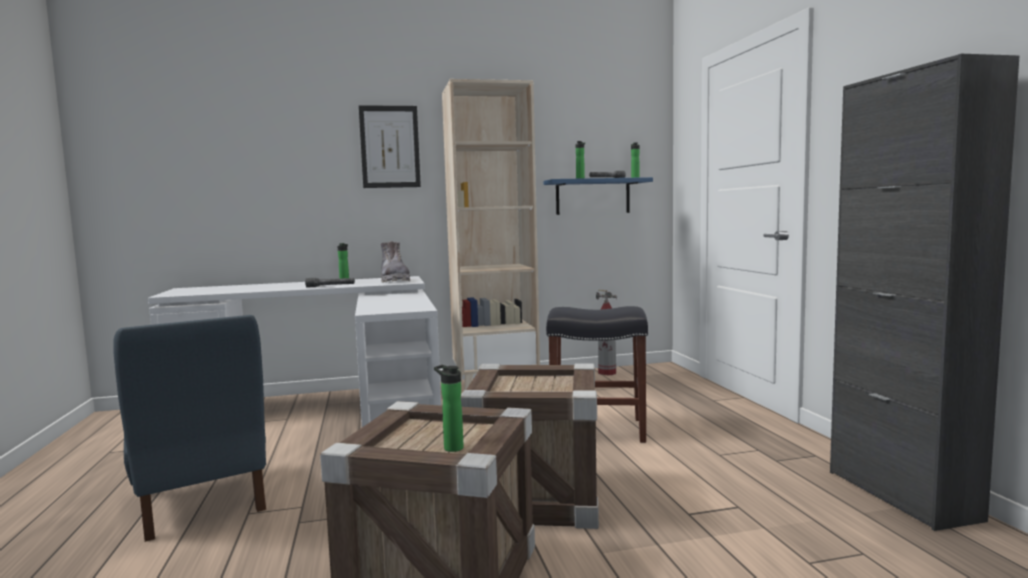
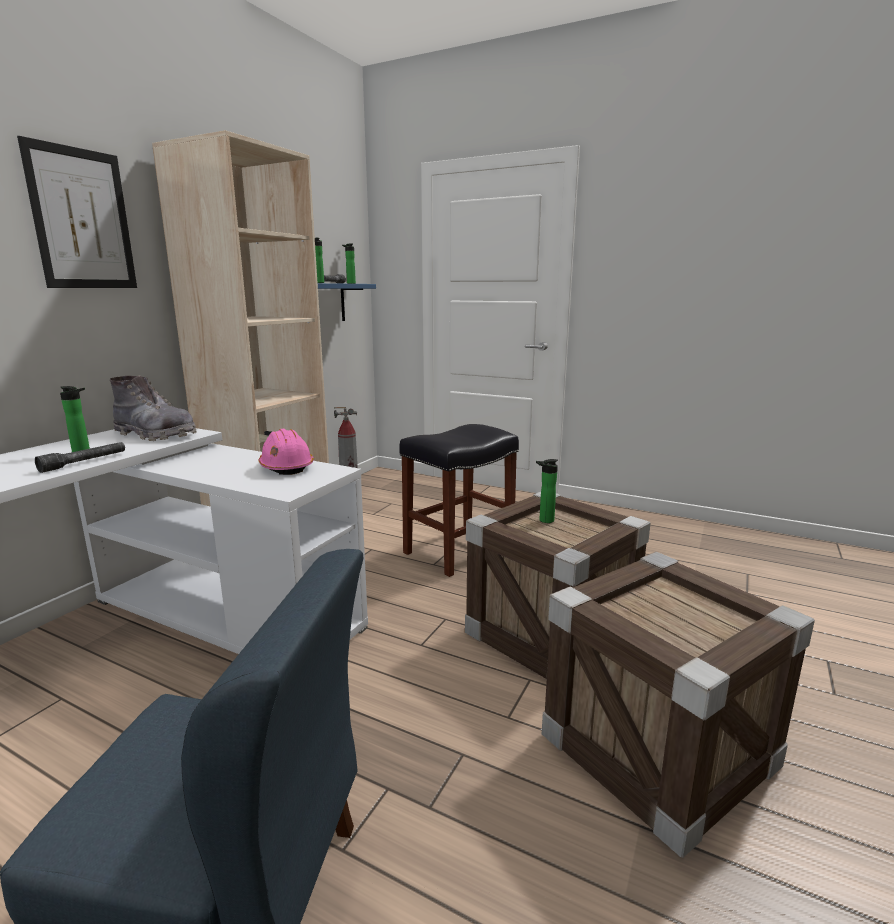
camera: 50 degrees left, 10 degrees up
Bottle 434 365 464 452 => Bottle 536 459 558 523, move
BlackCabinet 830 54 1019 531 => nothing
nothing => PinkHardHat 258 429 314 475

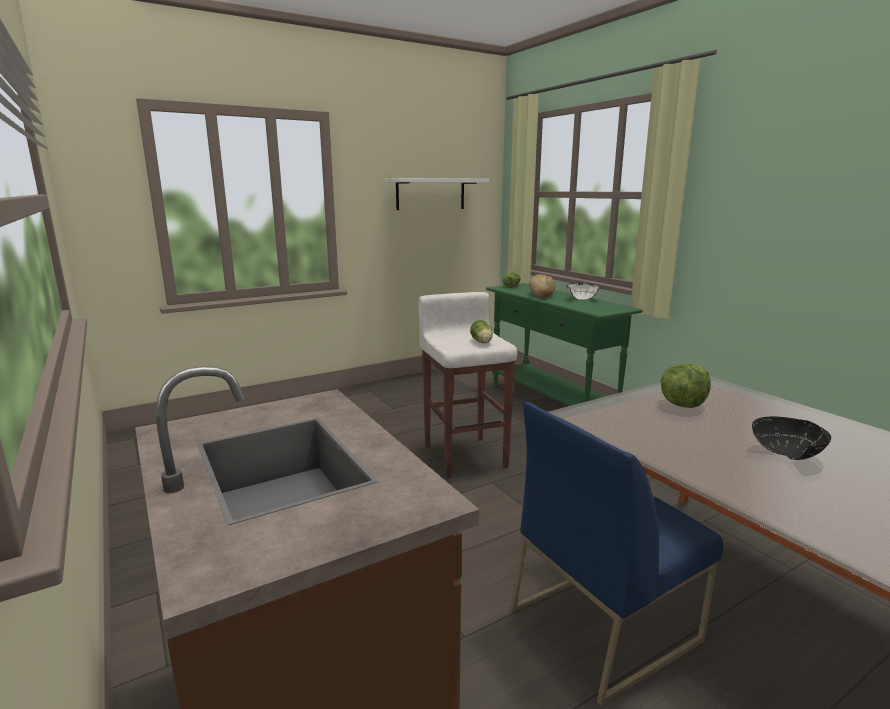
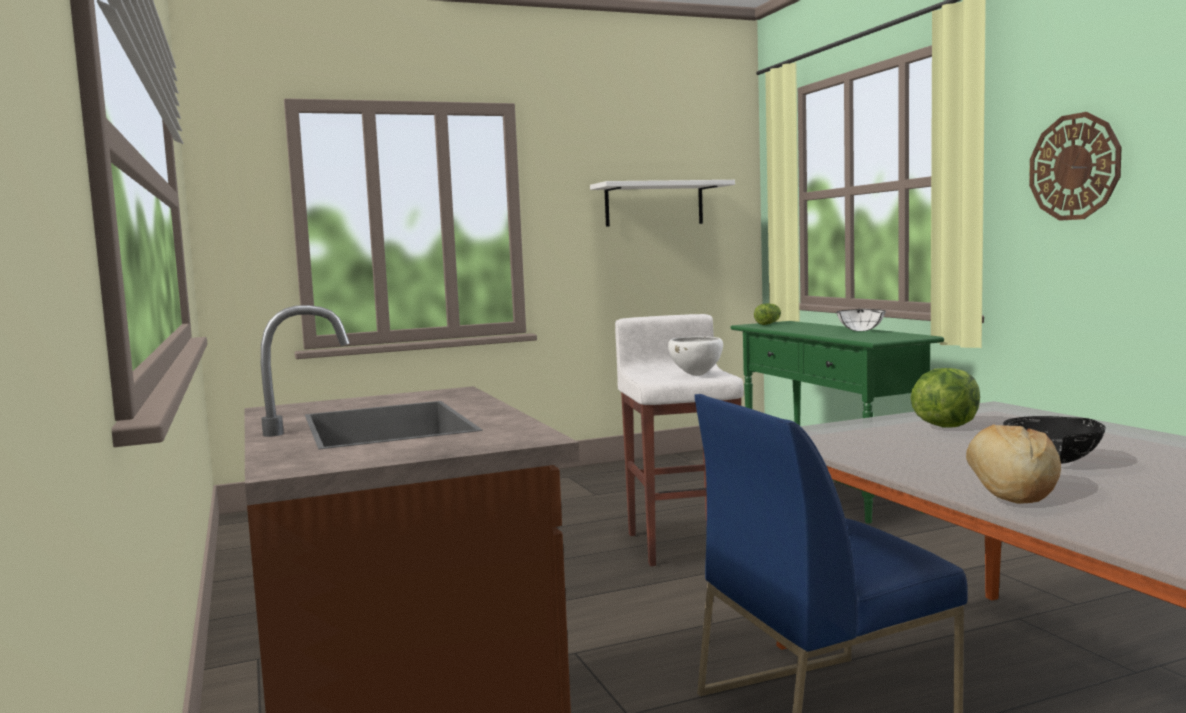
camera: 10 degrees right, 10 degrees down
Lettuce 470 320 493 343 => WhiteBowl 668 336 723 376
Bread 529 274 555 298 => Bread 966 424 1061 504, move
nothing => WallClock 1029 112 1121 221

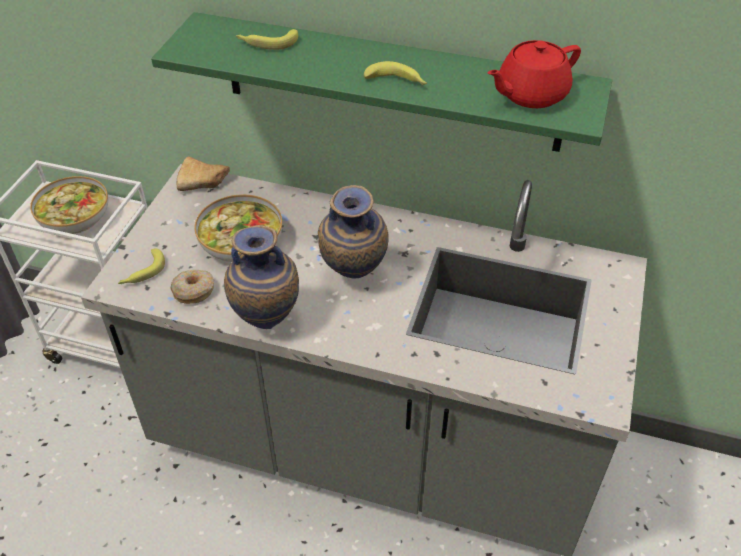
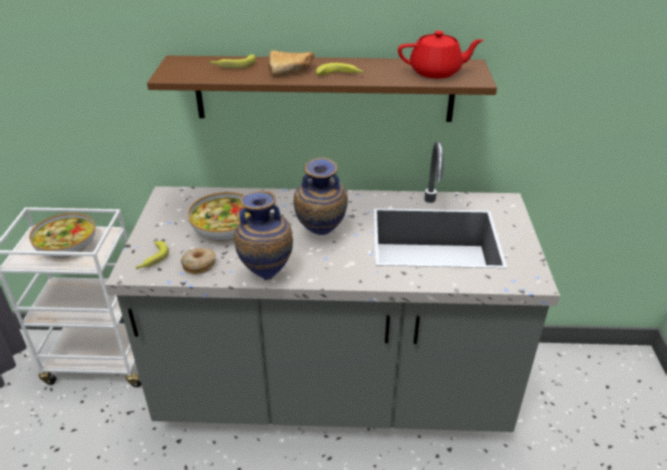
camera: 15 degrees left, 10 degrees down
GreenShelf 151 12 612 152 => BrownShelf 147 56 497 122
Bread 177 157 230 191 => Bread 268 50 315 77, move
RedTeapot 487 40 581 108 => RedTeapot 398 31 483 79, 135 degrees counterclockwise

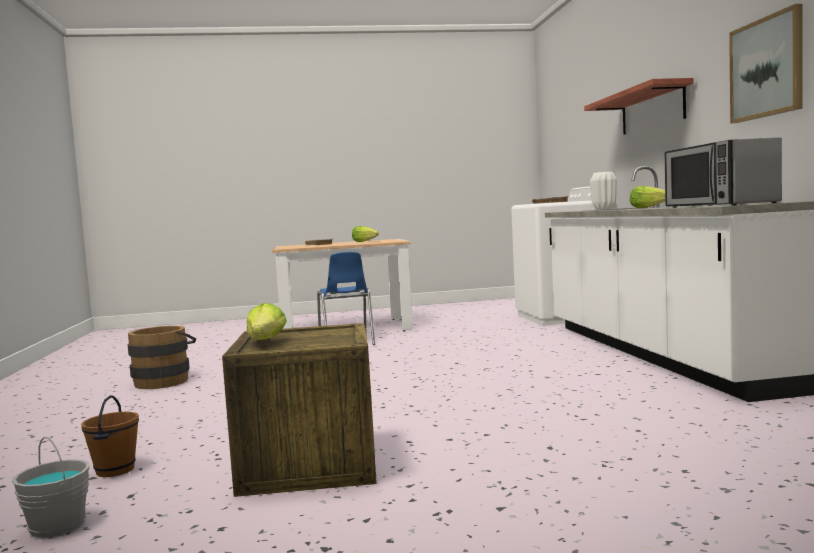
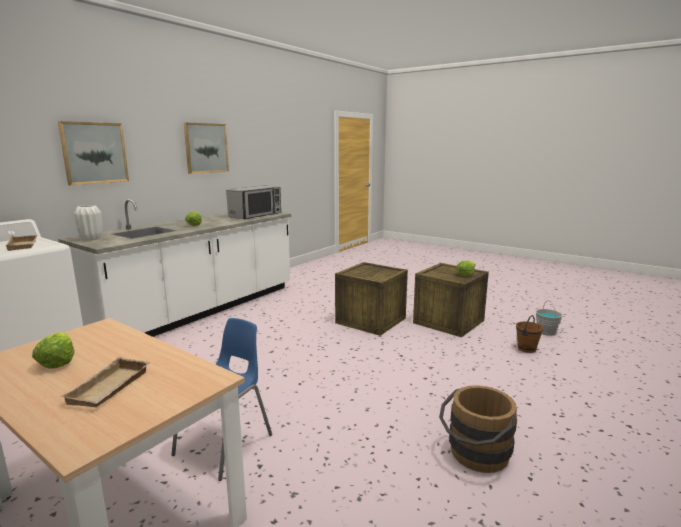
camera: 135 degrees left, 10 degrees up
Shelf 584 78 694 135 => Picture 58 121 129 185
nothing => Crate 335 262 408 336

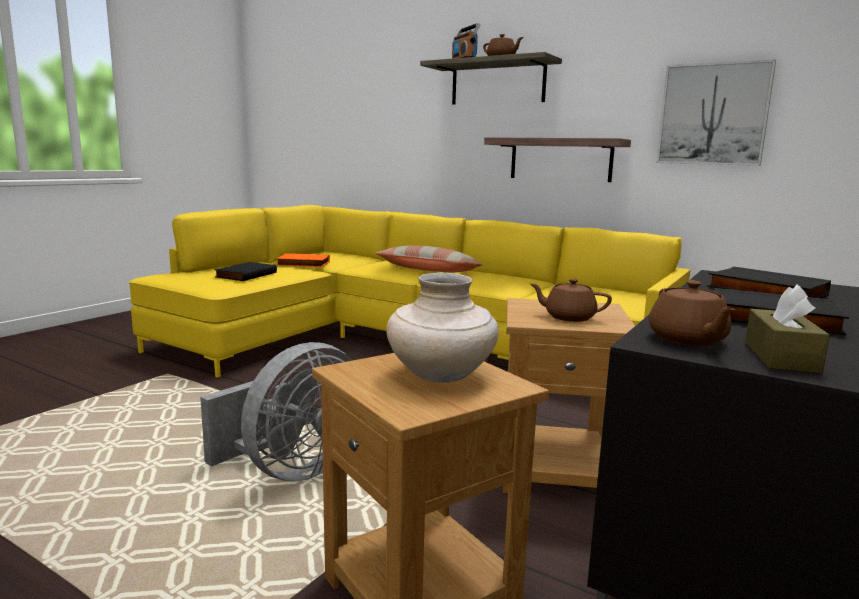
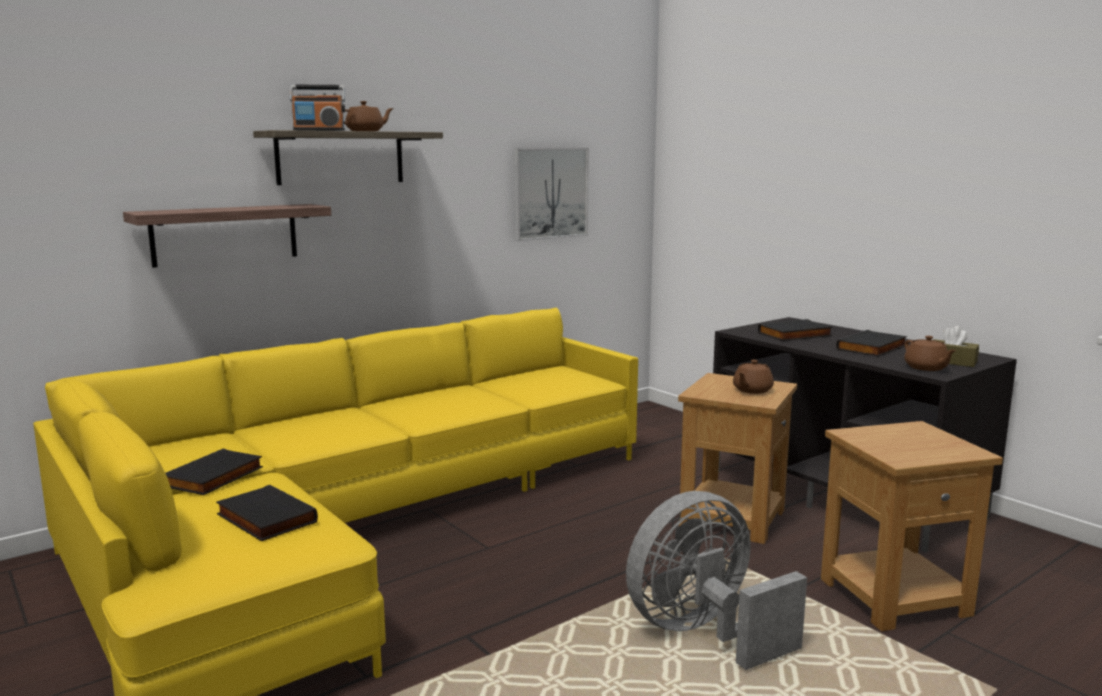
camera: 70 degrees left, 0 degrees up
GreyFan 200 342 353 481 => GreyFan 626 491 807 670, 90 degrees counterclockwise
OrangeBook 276 253 330 267 => BlackBook 166 449 263 495
Pillow 375 245 482 272 => nothing
BeigeVase 386 273 499 383 => nothing
Shelf 484 137 631 182 => Shelf 123 204 331 268, move
BrownTeapot 649 280 735 346 => BrownTeapot 904 336 956 371, 60 degrees clockwise

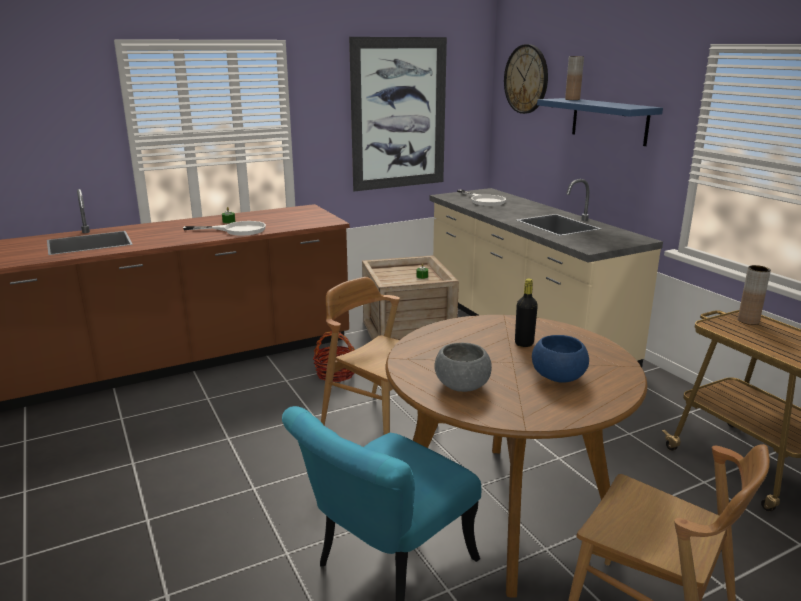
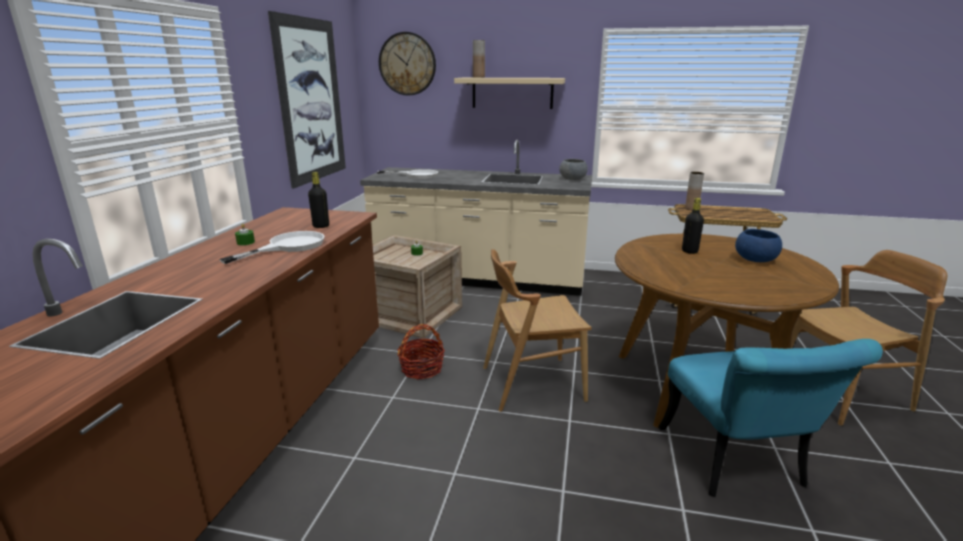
camera: 50 degrees left, 0 degrees up
GreyBowl 434 343 492 392 => GreyBowl 559 159 588 180, move
BlueShelf 537 98 663 146 => BeigeShelf 454 78 565 109
nothing => BlackBottle 308 172 329 228

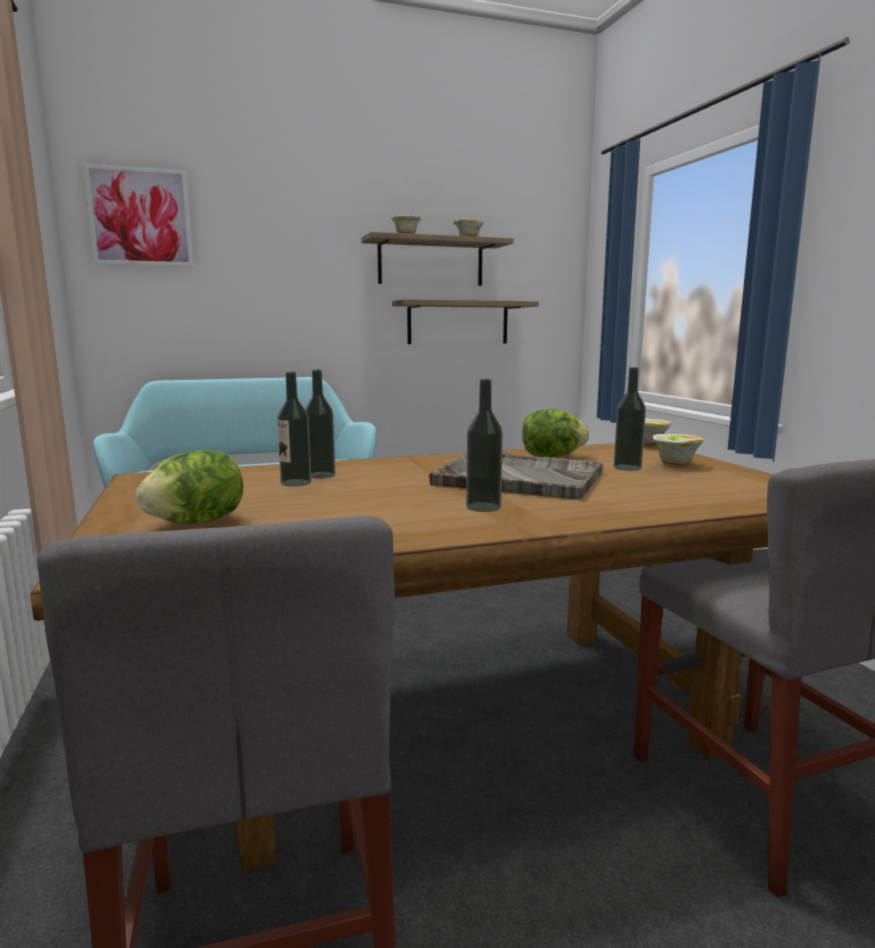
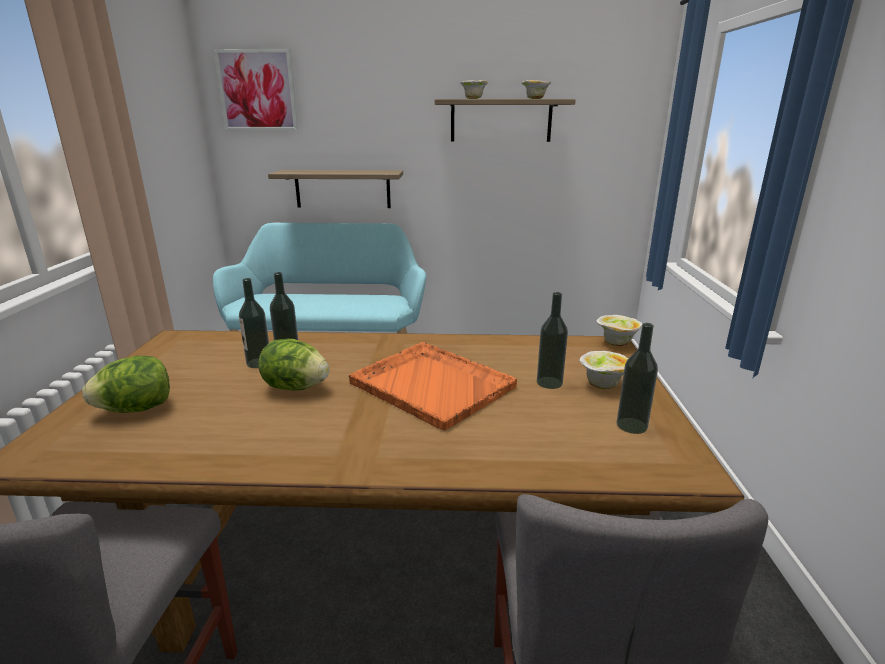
camera: 20 degrees right, 10 degrees up
Shelf 392 299 539 344 => Shelf 268 170 403 208, move
GreyTray 429 452 603 499 => OrangeTray 349 342 517 430
Bottle 466 379 503 512 => Bottle 617 323 658 434, move
Lettuce 522 409 589 457 => Lettuce 258 339 329 391, move

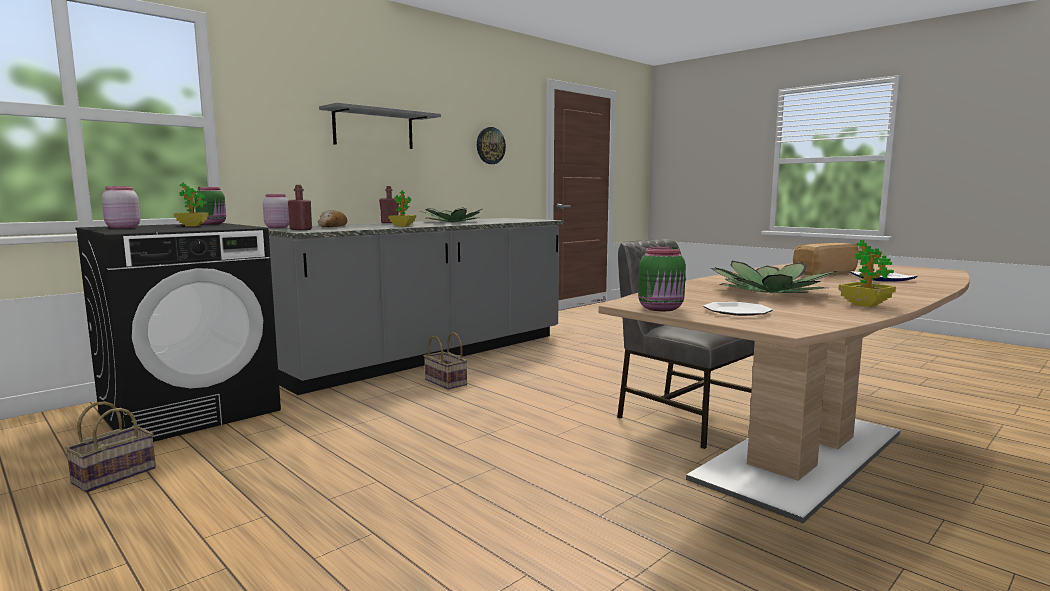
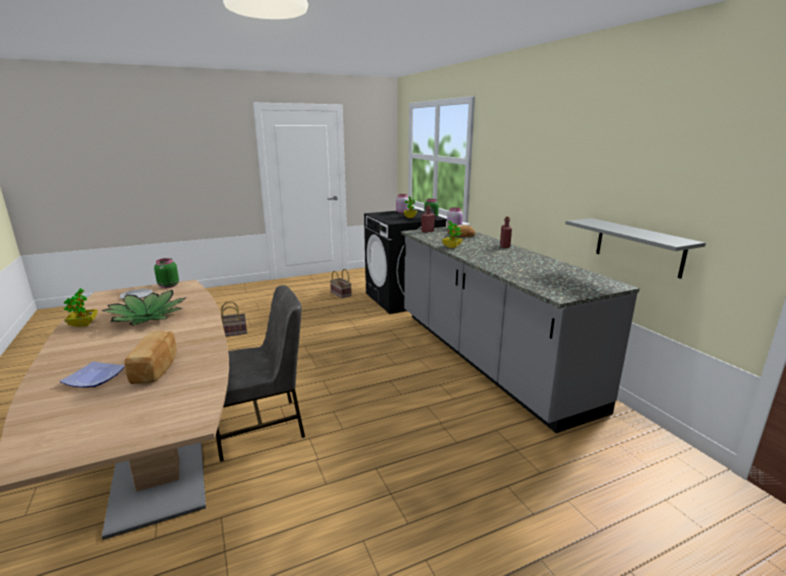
camera: 110 degrees right, 10 degrees up
GreyShelf 319 102 441 149 => GreyShelf 565 218 706 279, move
PottedPlant 419 207 482 222 => nothing
Basket 424 333 467 390 => Basket 221 301 247 337, move
WallClock 477 127 506 164 => nothing

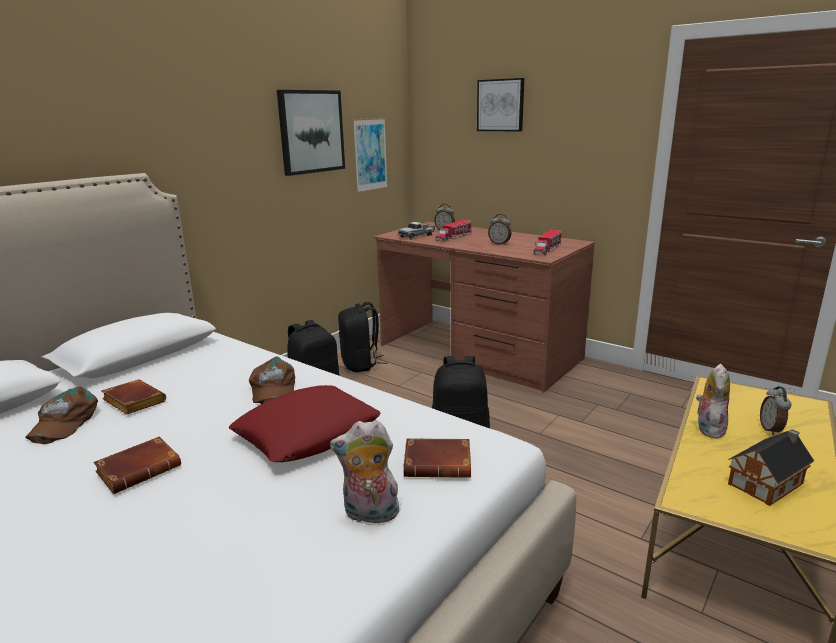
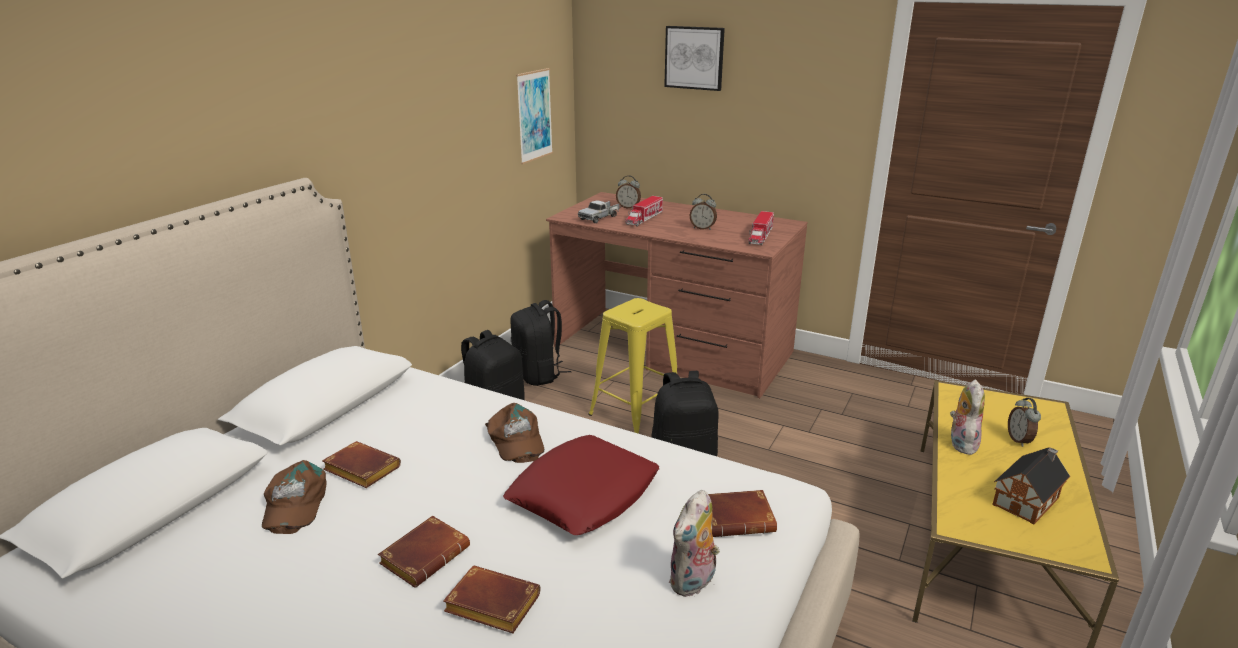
camera: 10 degrees left, 5 degrees up
Picture 277 90 345 176 => nothing
PlushToy 330 420 401 523 => PlushToy 669 490 720 597, 45 degrees counterclockwise
nothing => BrownBook 443 566 540 633
nothing => YellowStool 588 298 677 434

